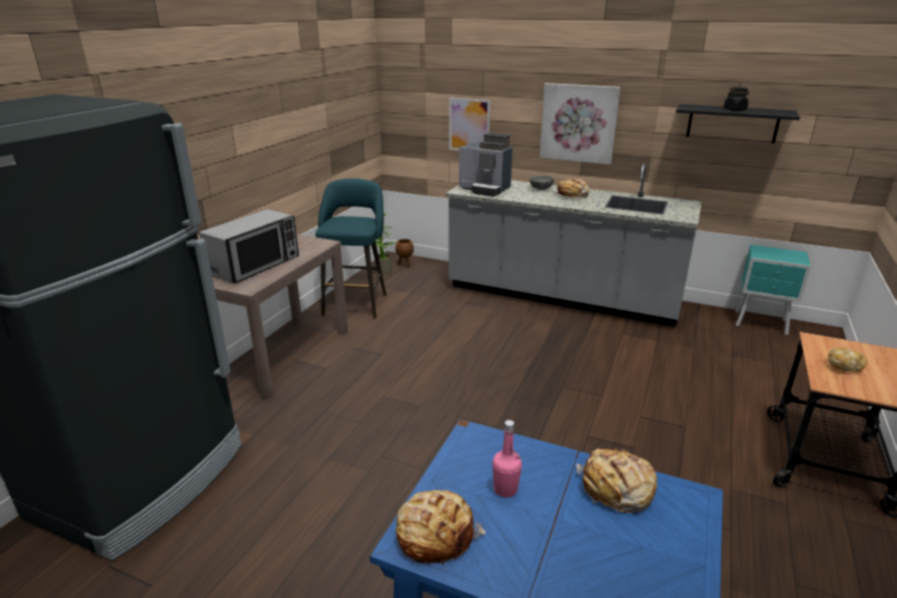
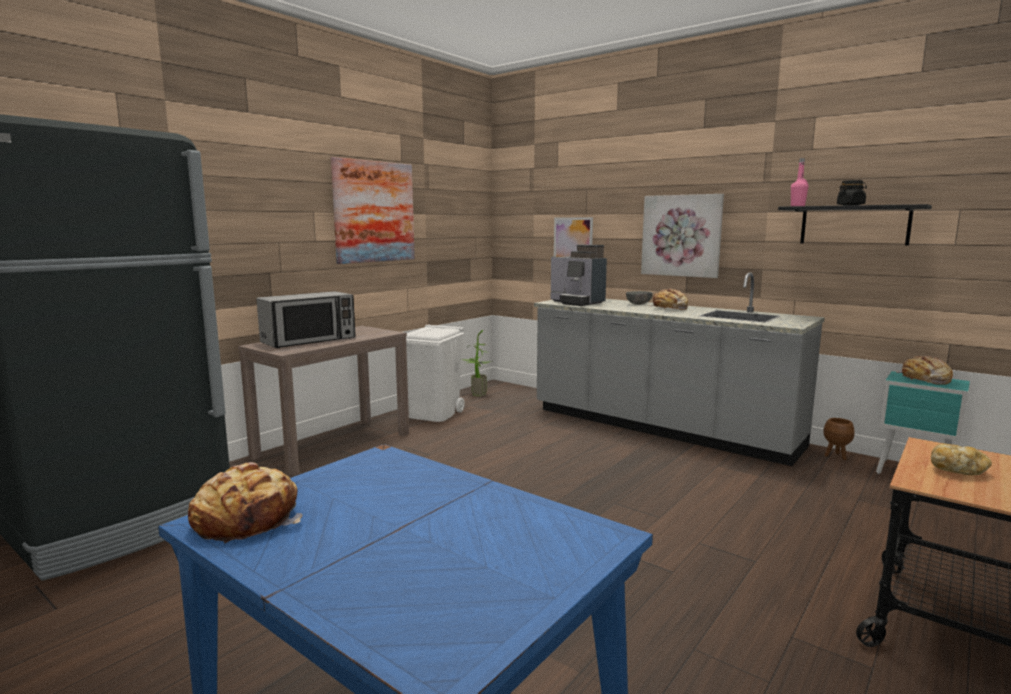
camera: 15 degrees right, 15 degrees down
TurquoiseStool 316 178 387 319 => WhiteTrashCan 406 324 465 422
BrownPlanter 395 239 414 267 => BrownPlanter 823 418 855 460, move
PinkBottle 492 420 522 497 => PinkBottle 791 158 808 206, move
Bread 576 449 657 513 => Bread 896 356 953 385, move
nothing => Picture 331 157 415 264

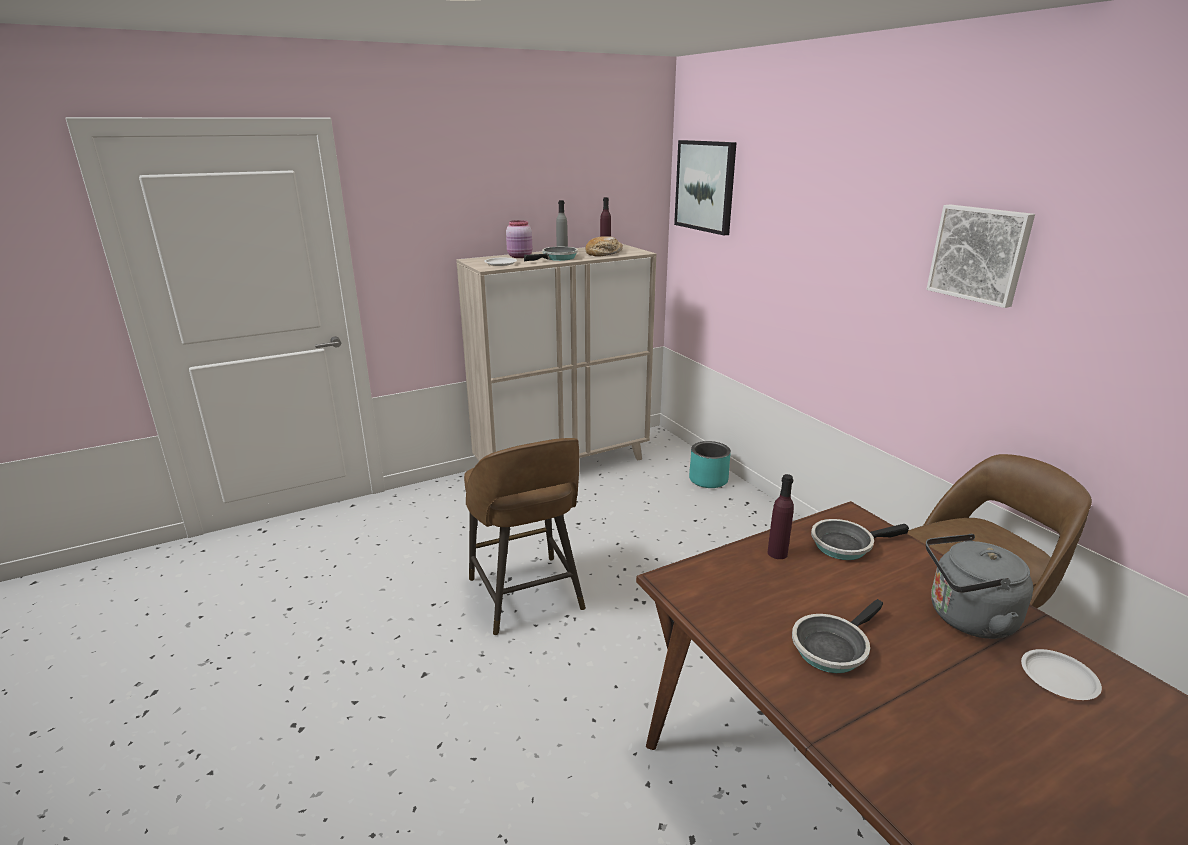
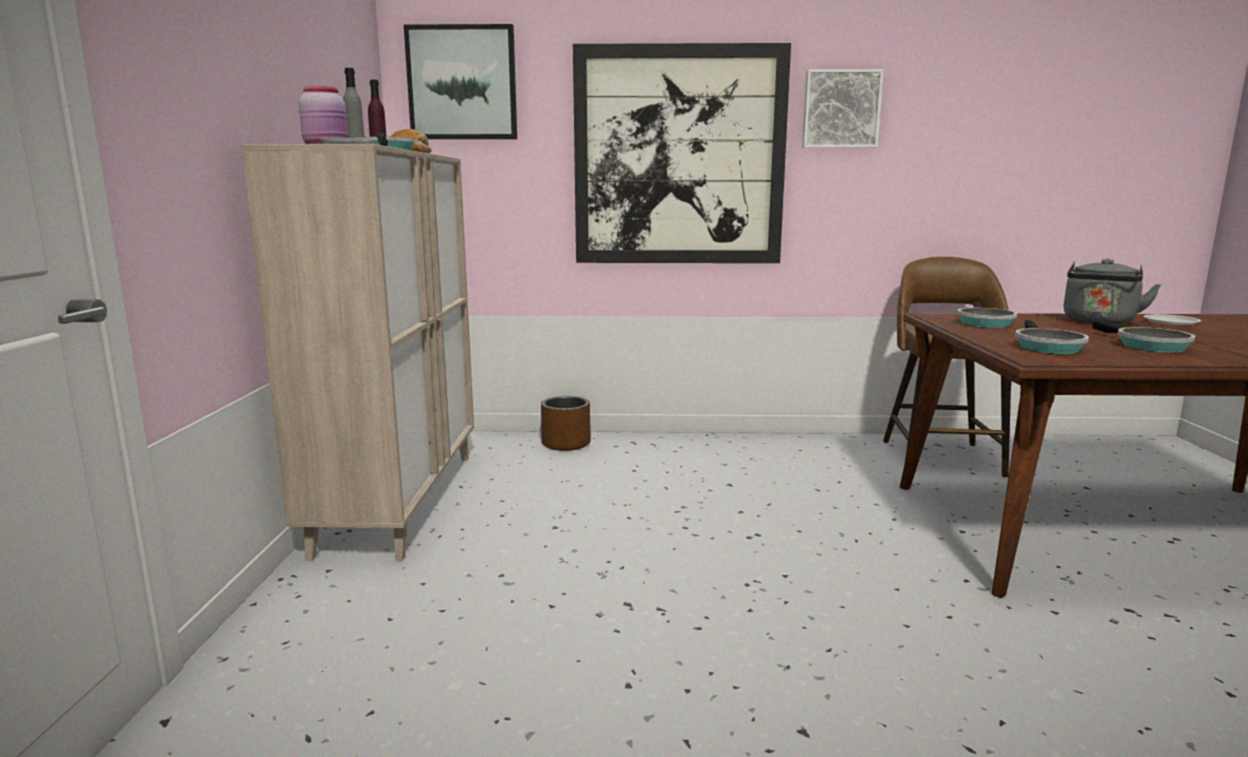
camera: 60 degrees left, 10 degrees down
BrownStool 464 438 586 635 => nothing
TurquoisePlanter 689 441 731 488 => BrownPlanter 541 396 591 451
PurpleBottle 768 474 794 559 => nothing
nothing => Picture 573 43 791 263
nothing => FryingPan 1015 320 1089 354

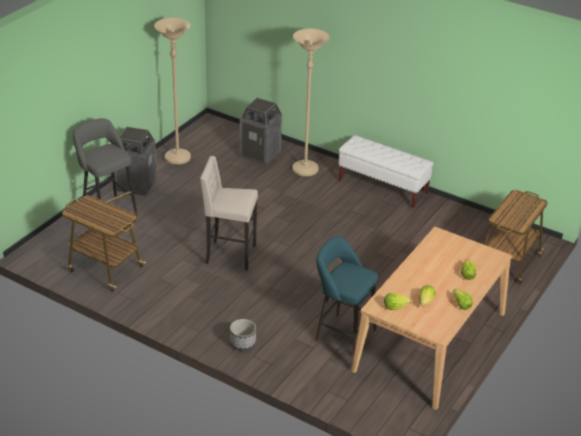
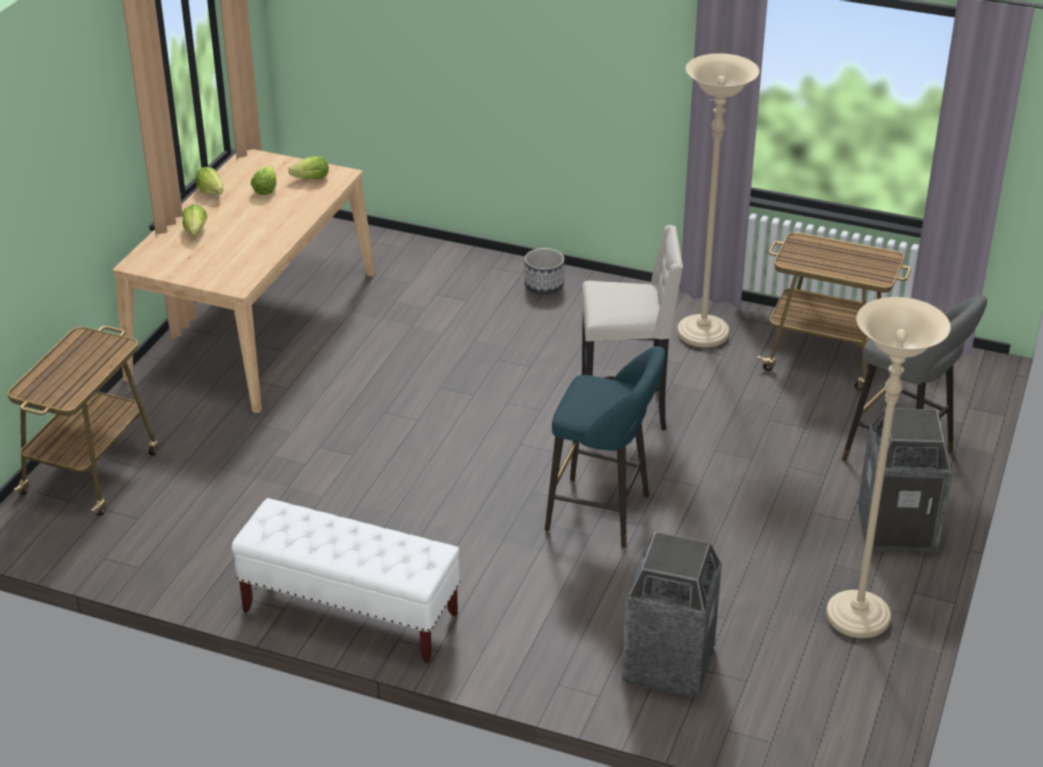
camera: 170 degrees right, 0 degrees up
BeigeFloorLamp 292 29 329 176 => BeigeFloorLamp 677 53 759 347, move
TurquoiseStool 315 236 378 357 => TurquoiseStool 545 346 665 548, move

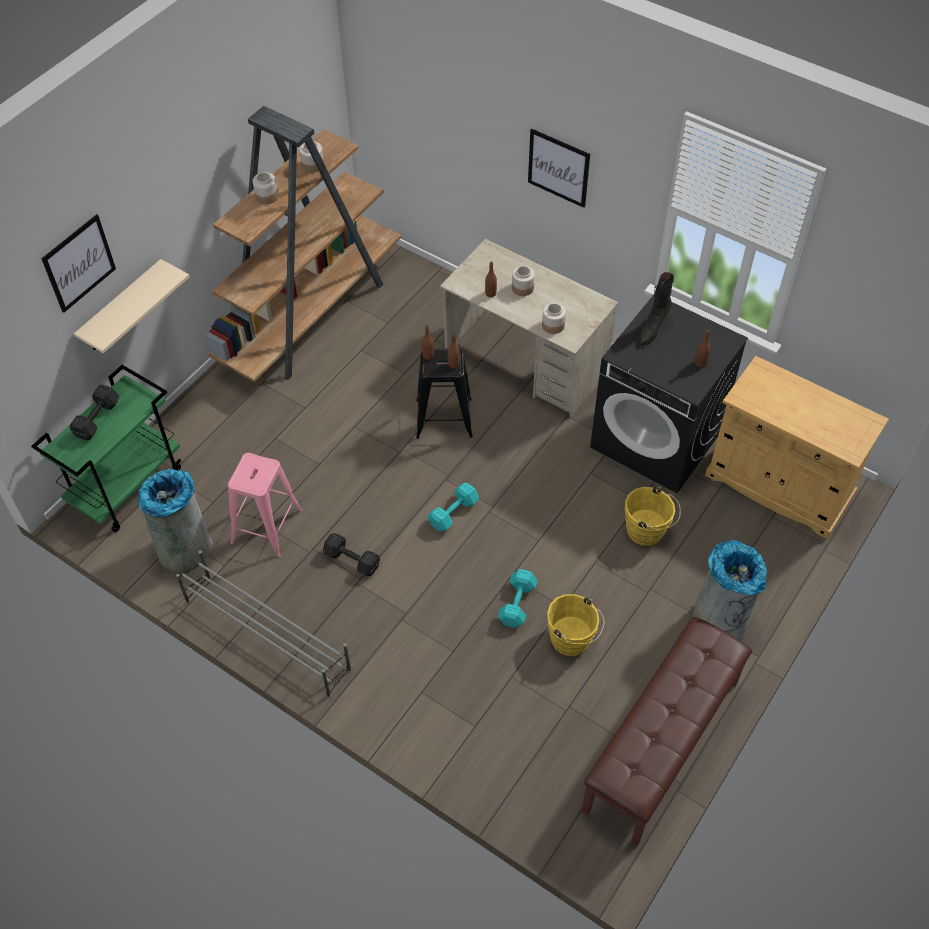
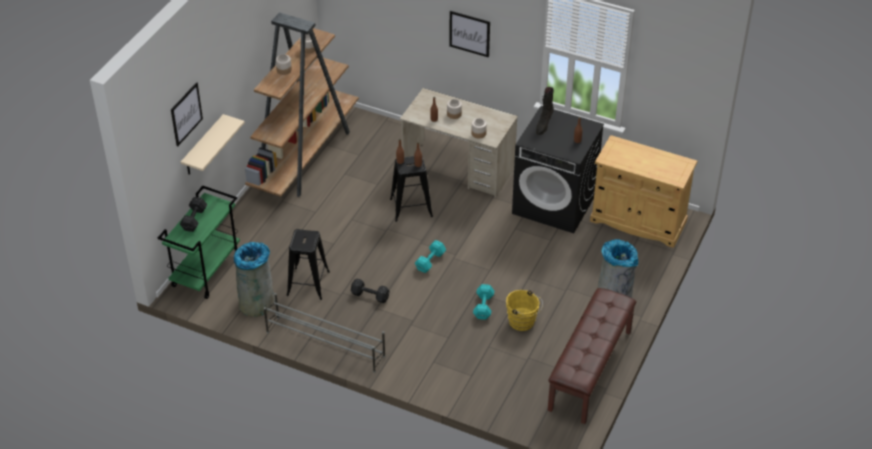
camera: 10 degrees left, 10 degrees down
PinkStool 228 453 303 557 => BlackStool 286 229 330 300
YellowBucket 625 487 681 546 => nothing

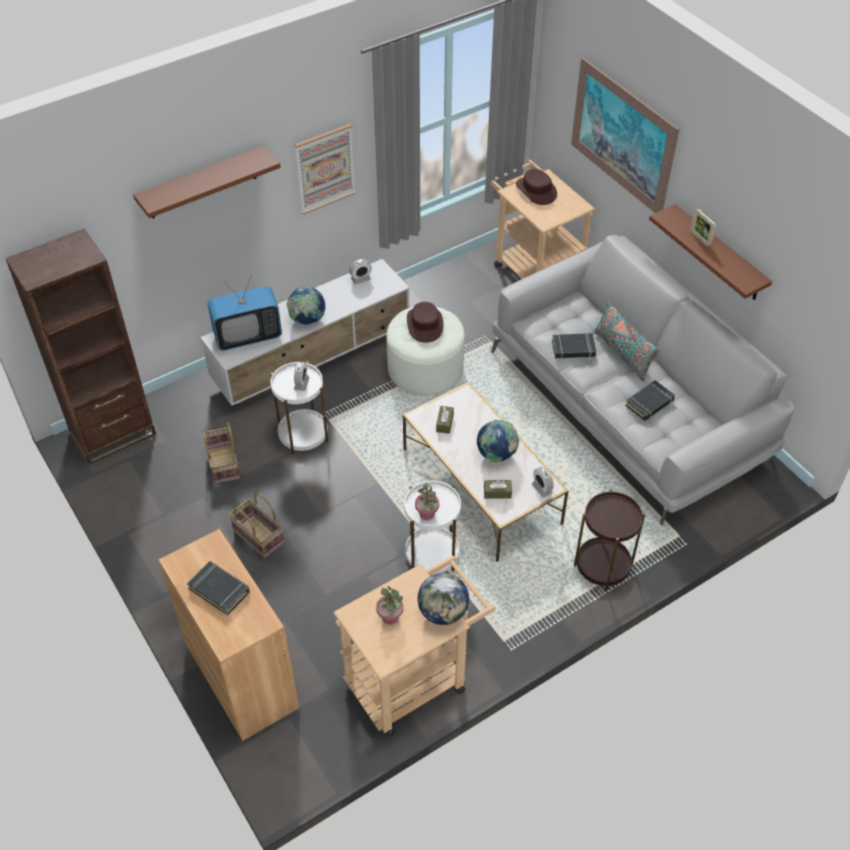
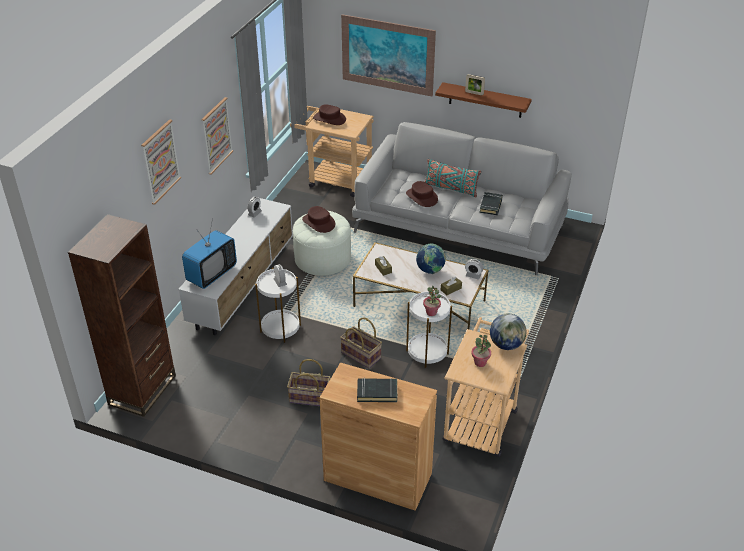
camera: 35 degrees left, 10 degrees down
BrownShelf 133 146 281 219 => Picture 141 119 181 205
Basket 202 422 240 484 => Basket 340 317 382 368, move
Globe 287 285 326 325 => nothing
BlackBook 552 333 596 359 => BrownHat 406 181 438 207
BrownSideTable 574 489 645 591 => nothing

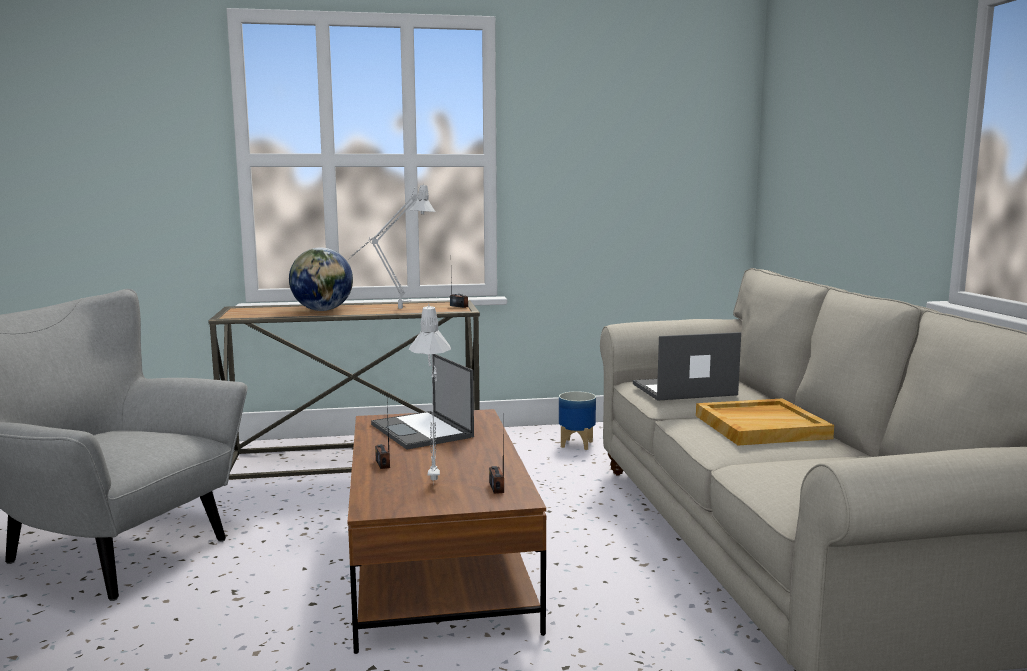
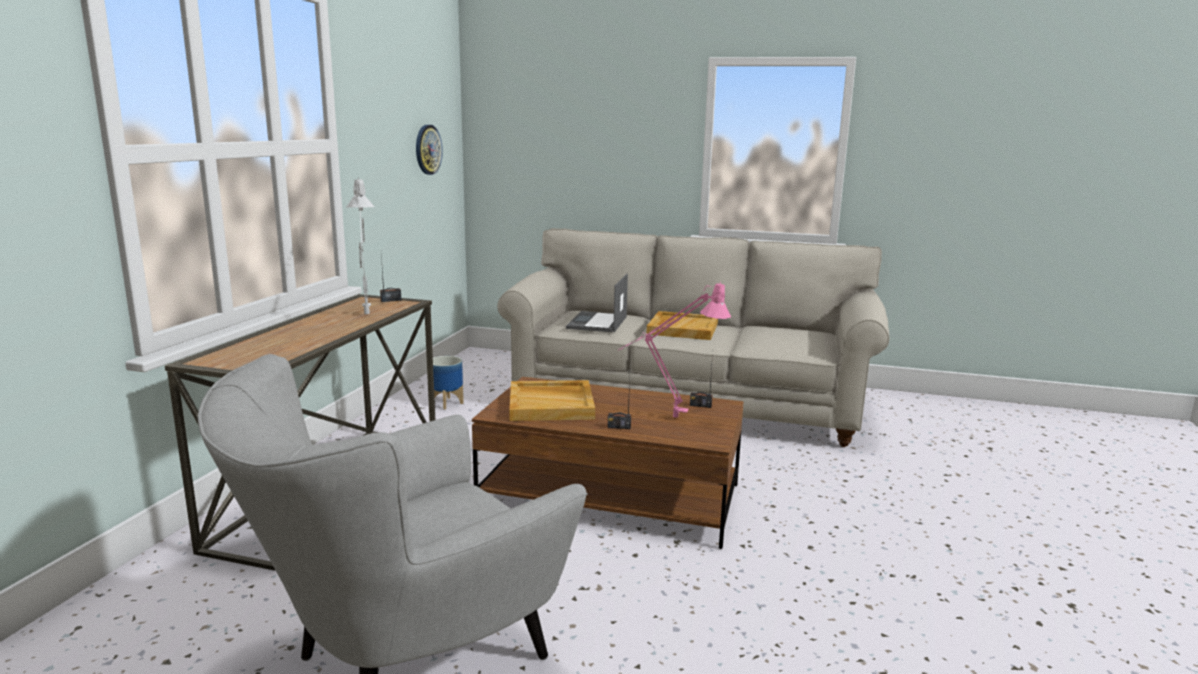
camera: 65 degrees left, 5 degrees up
Globe 289 248 353 311 => nothing
Laptop 371 354 474 450 => BeigeTray 509 380 595 421
GreyTableLamp 409 304 451 481 => PinkTableLamp 618 282 731 418
nothing => WallClock 416 125 443 175

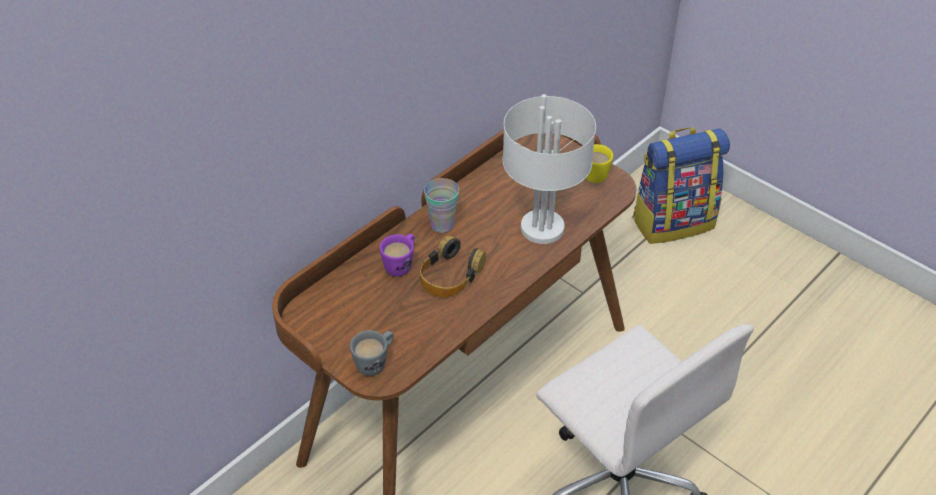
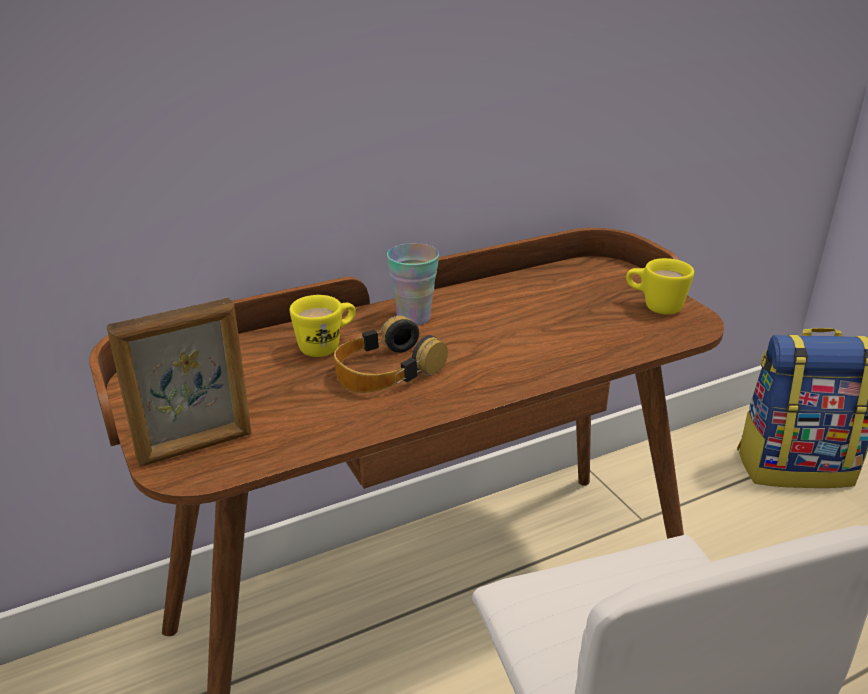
camera: 20 degrees right, 15 degrees down
GreyMug 350 330 394 376 => PictureFrame 107 298 252 467
PurpleMug 379 234 415 277 => YellowMug 290 295 356 357
WhiteTableLamp 503 94 596 244 => nothing

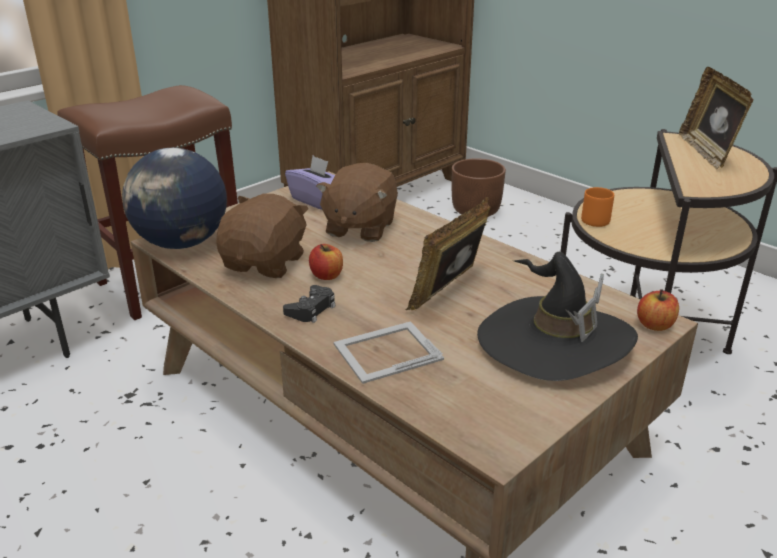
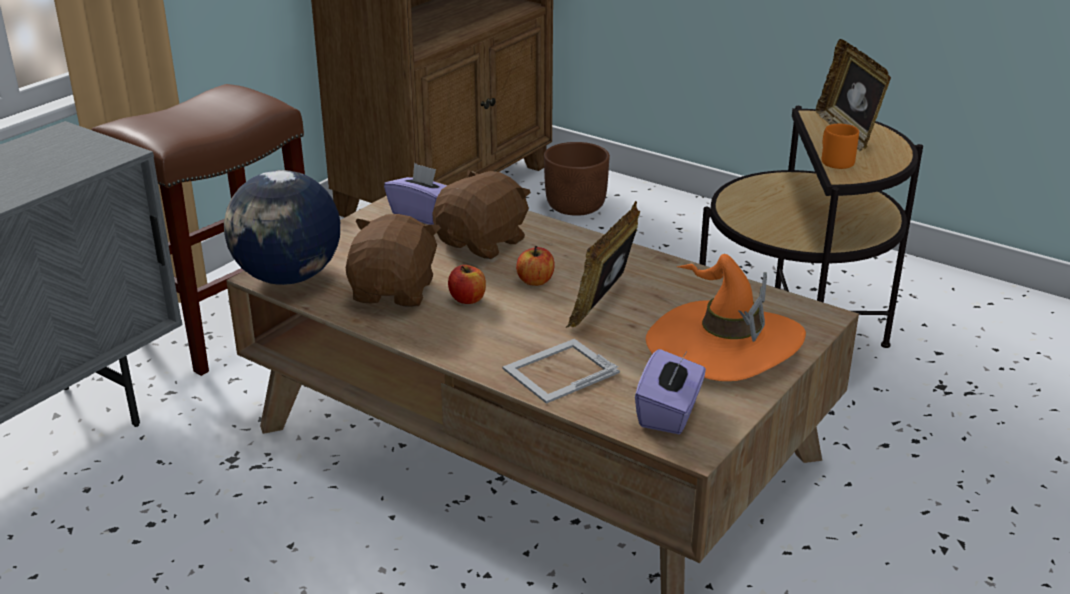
camera: 10 degrees left, 0 degrees up
BlackGameController 283 285 335 323 => nothing
BrownPlushToy 316 163 398 242 => BrownPlushToy 432 170 531 259, 150 degrees counterclockwise
BlackHat 477 252 638 381 => OrangeHat 646 254 806 381
OrangeMug 581 187 614 227 => OrangeMug 822 124 859 169, move
Apple 637 289 679 331 => Apple 516 246 555 286, move
nothing => PurpleTissueBox 635 349 706 434

